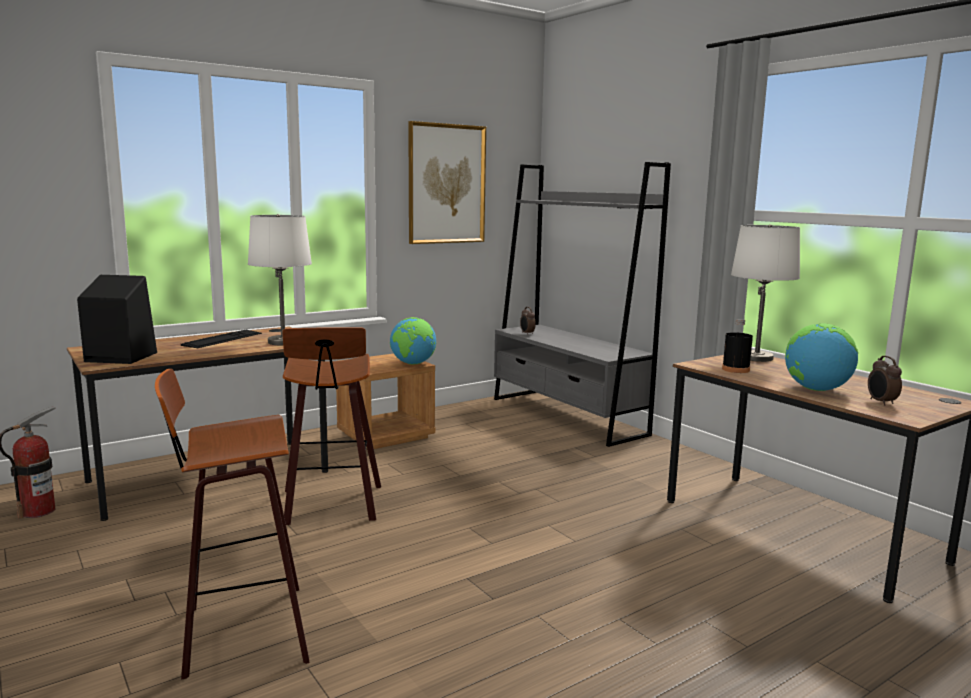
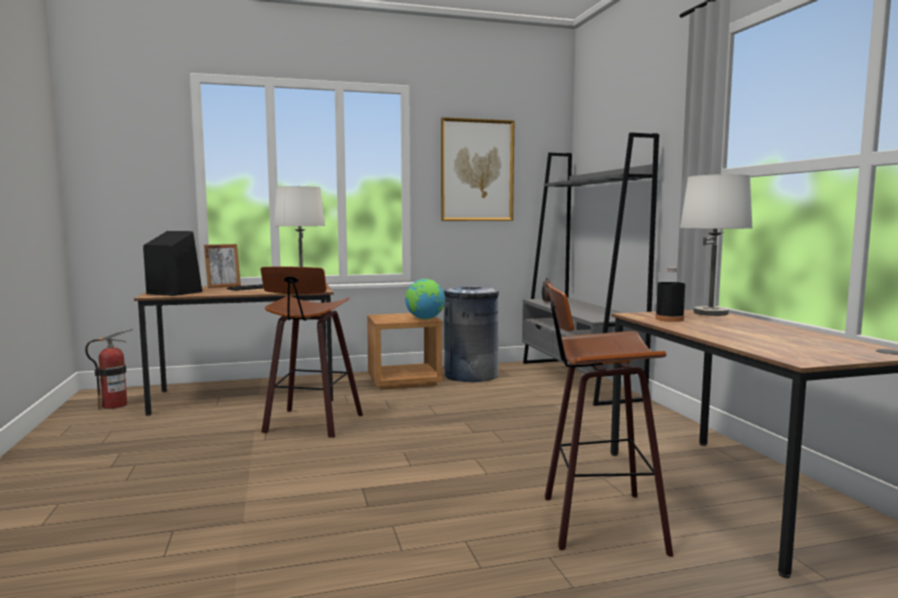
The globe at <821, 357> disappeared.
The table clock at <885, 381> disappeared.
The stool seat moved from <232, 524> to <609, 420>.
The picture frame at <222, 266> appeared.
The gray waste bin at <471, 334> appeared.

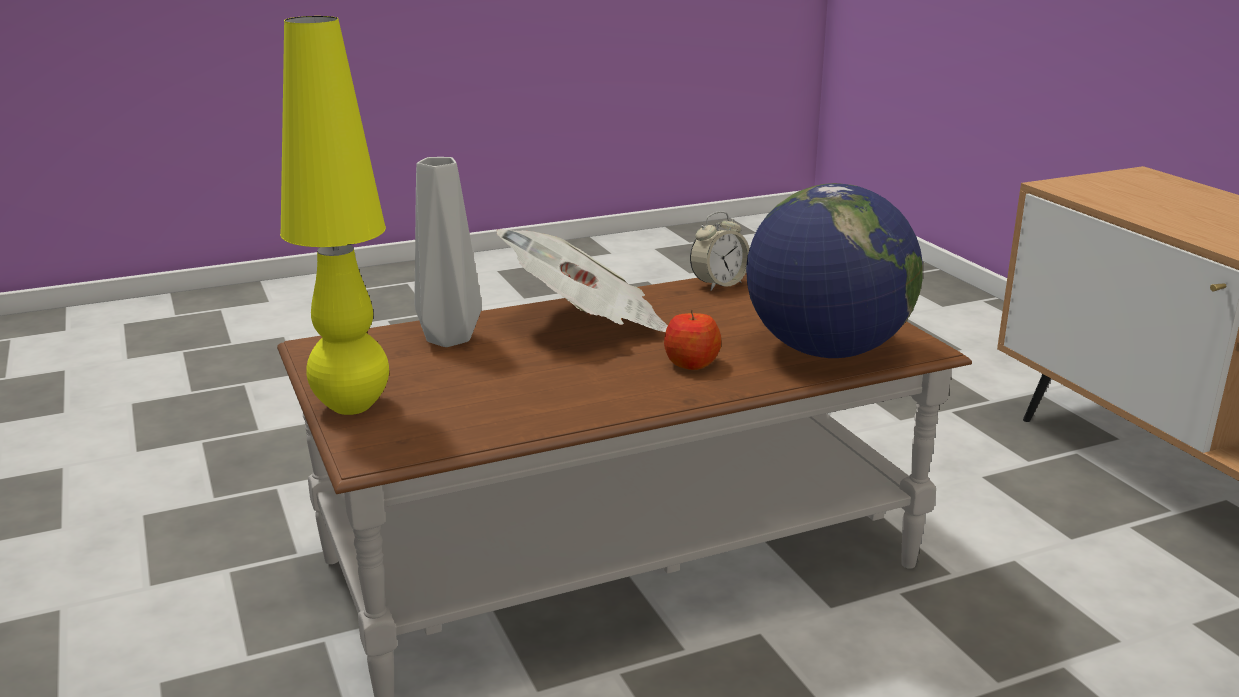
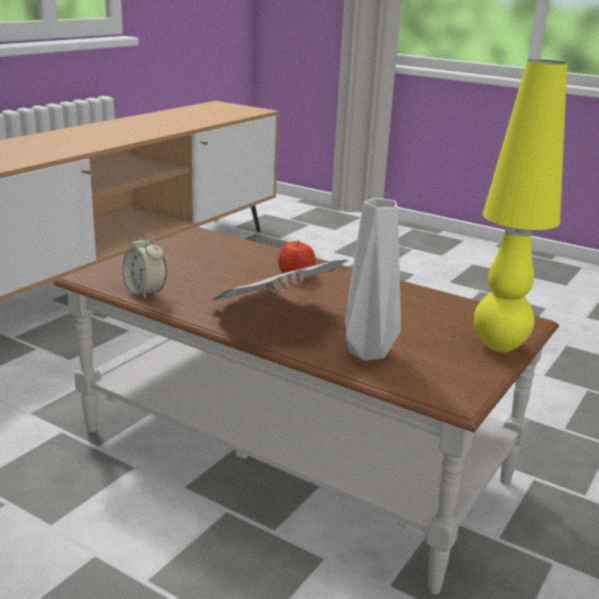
The globe at <834, 270> disappeared.
The table clock at <720, 251> turned 150 degrees counterclockwise.

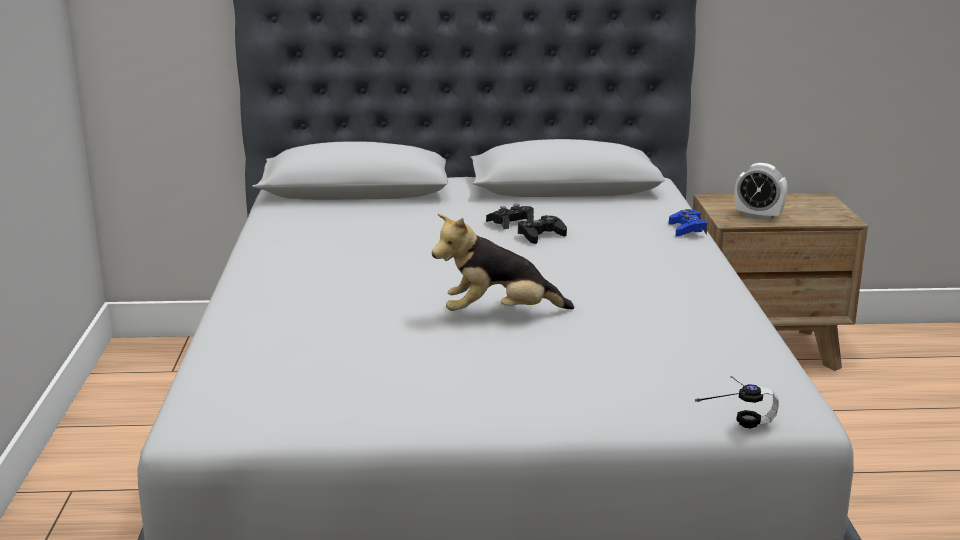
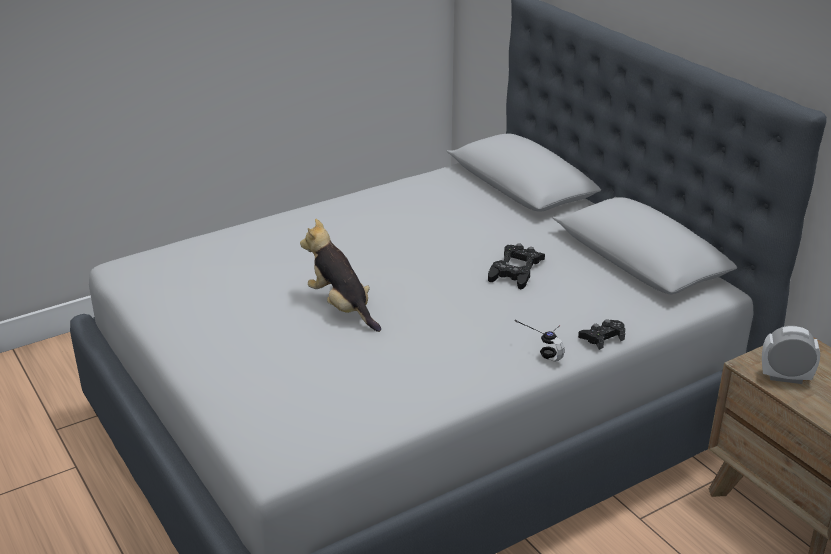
The table clock at <761, 192> turned 105 degrees clockwise.
The blue-coloured joypad at <688, 223> became the black joypad at <601, 334>.
The pair of headphones moved from <737, 402> to <539, 340>.

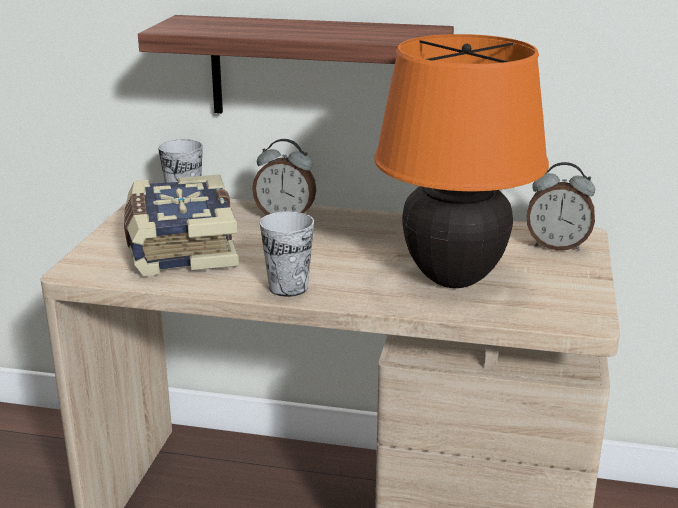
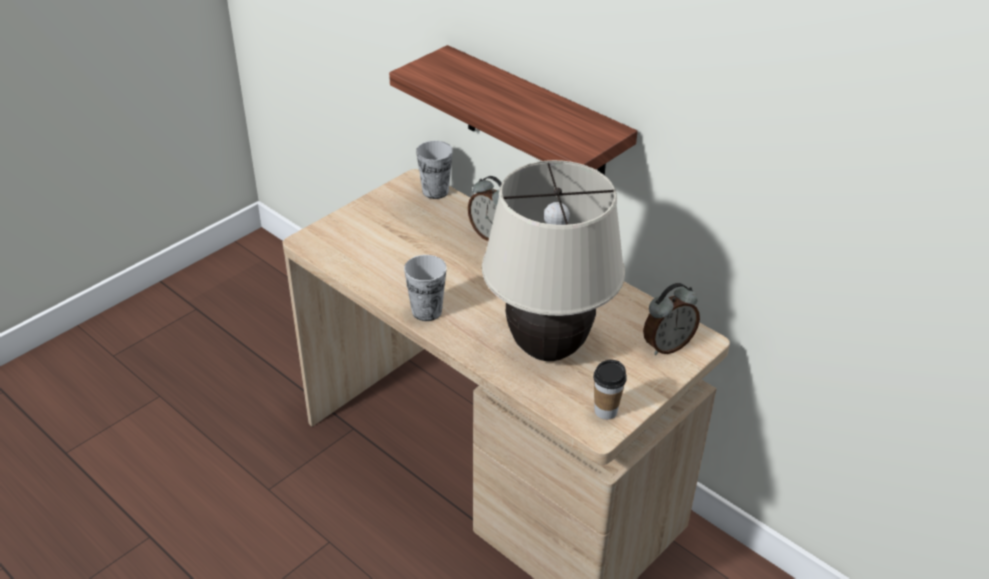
The orange-coloured tabletop lamp at <461, 161> became the beige-coloured tabletop lamp at <553, 260>.
The table clock at <560, 206> turned 75 degrees counterclockwise.
The bound book at <181, 225> disappeared.
The drinking cup at <610, 390> appeared.

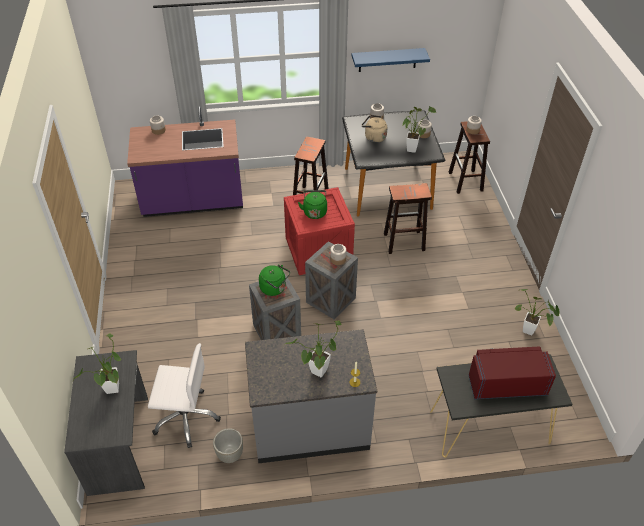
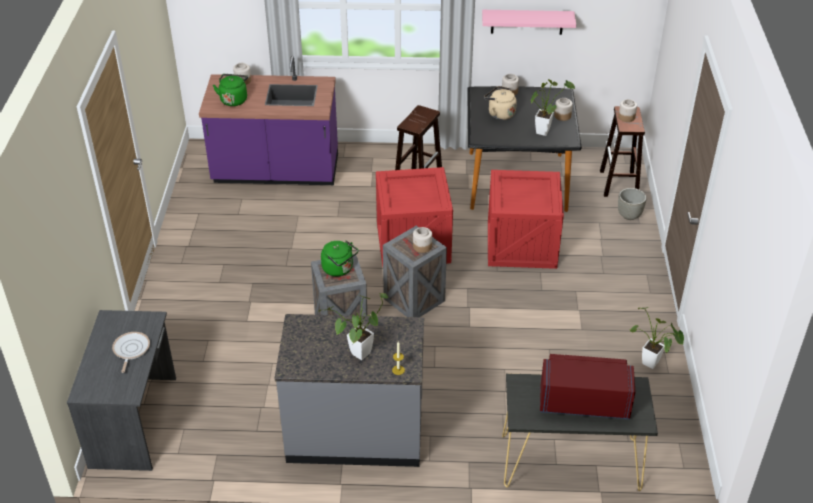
The blue-coloured wall shelf at <391, 60> became the pink-coloured wall shelf at <529, 22>.
The brownish stool seat at <408, 218> was replaced by the shipping crate at <526, 219>.
The green-coloured kettle moved from <312, 204> to <230, 90>.
The houseplant at <97, 363> was replaced by the pan at <131, 352>.
The white office chair at <184, 395> disappeared.
The gray planter moved from <228, 445> to <632, 204>.

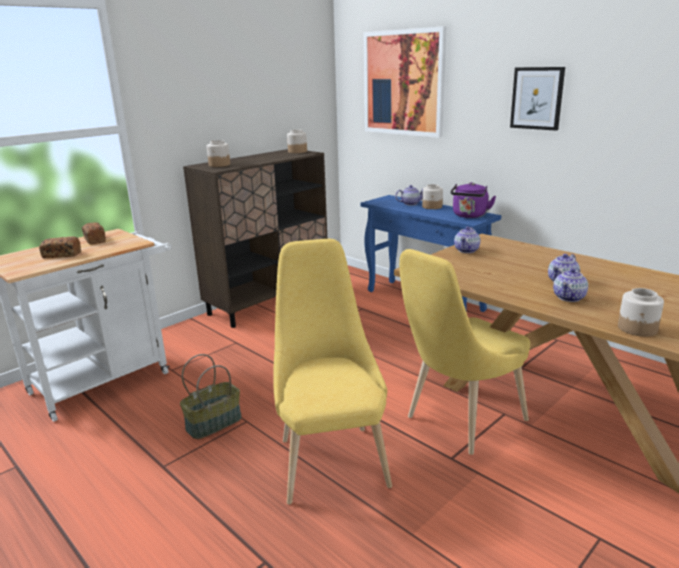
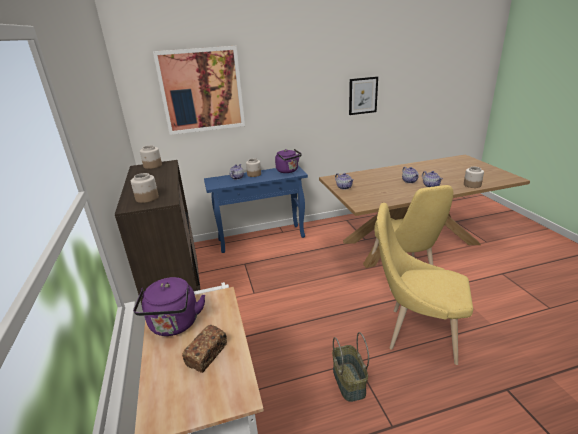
The wall art moved from <537, 99> to <363, 95>.
The bread at <94, 233> was replaced by the purplish kettle at <169, 306>.

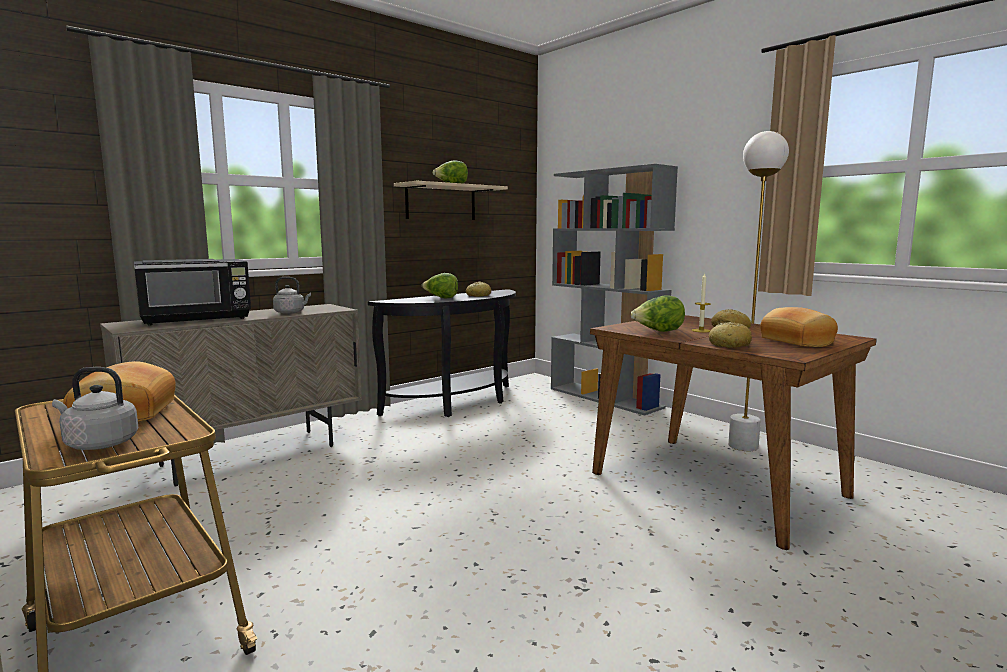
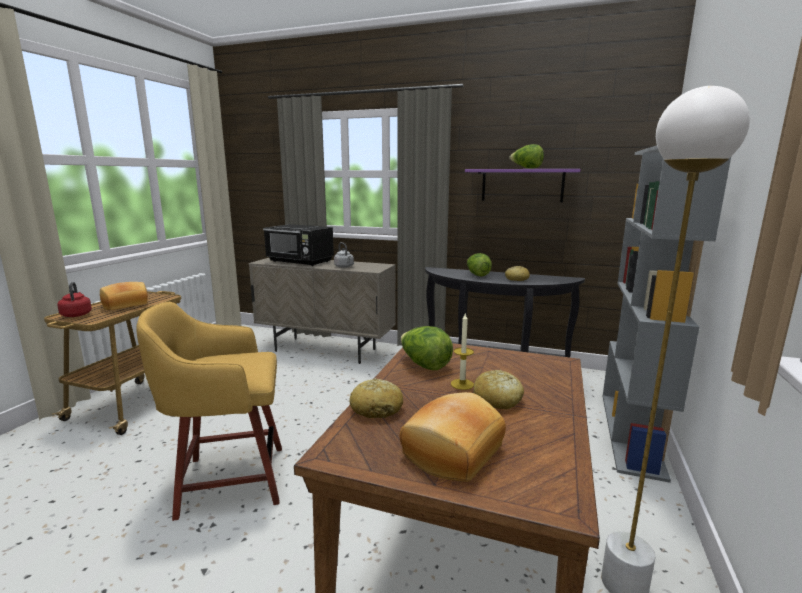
The beige-coloured wall shelf at <451, 200> became the purplish wall shelf at <522, 185>.
The gray kettle at <95, 408> became the red kettle at <74, 299>.
The yellow-coloured stool seat at <209, 411> appeared.

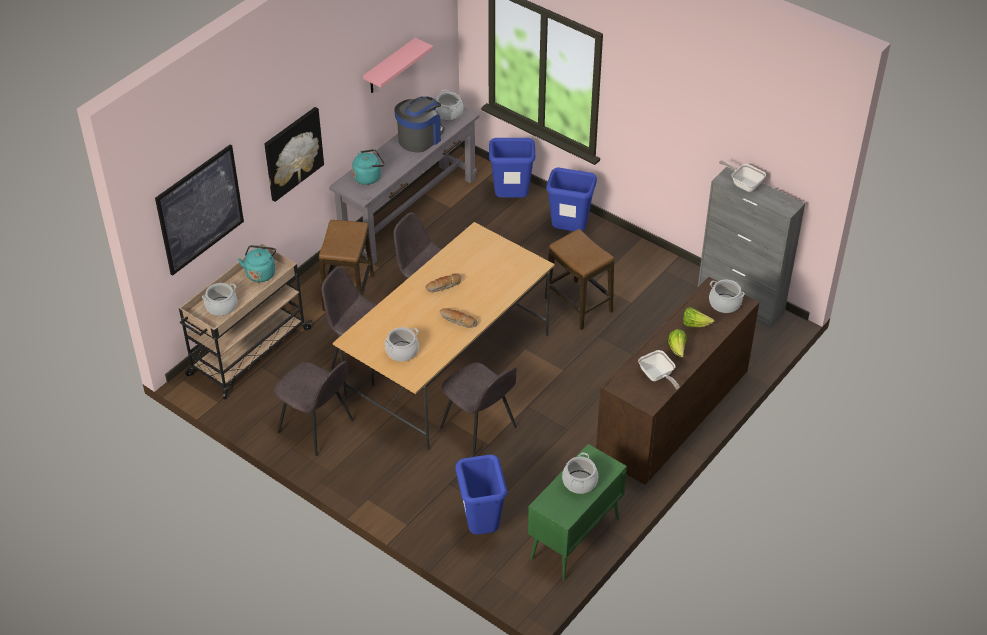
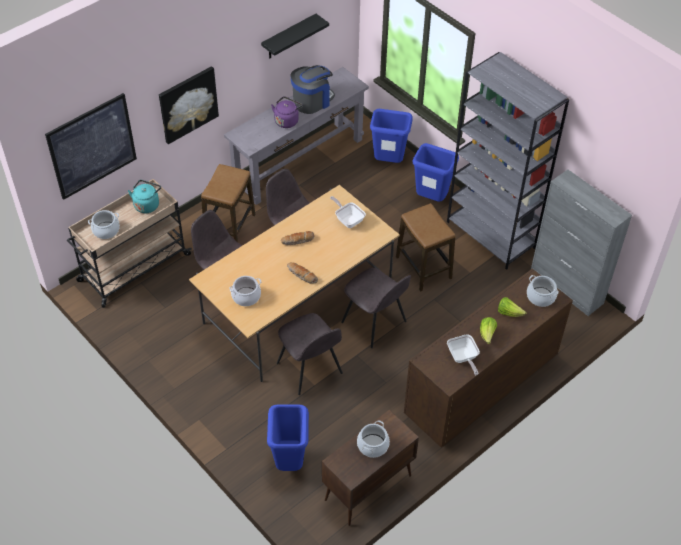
The pink-coloured wall shelf at <398, 65> became the black wall shelf at <295, 36>.
The cooking pot at <449, 105> disappeared.
The blue-green kettle at <368, 167> disappeared.
The pan moved from <742, 176> to <348, 212>.
The gray plain chair moved from <313, 408> to <376, 308>.
The green-coloured cabinet at <577, 512> became the brownish cabinet at <370, 468>.
The gray bookcase at <508, 161> appeared.
The purplish kettle at <286, 112> appeared.

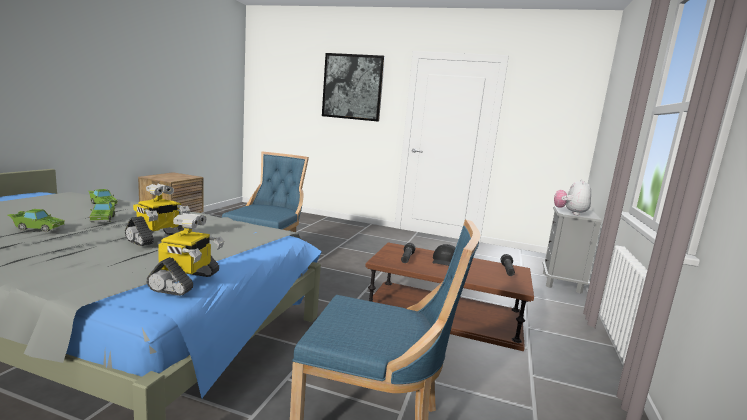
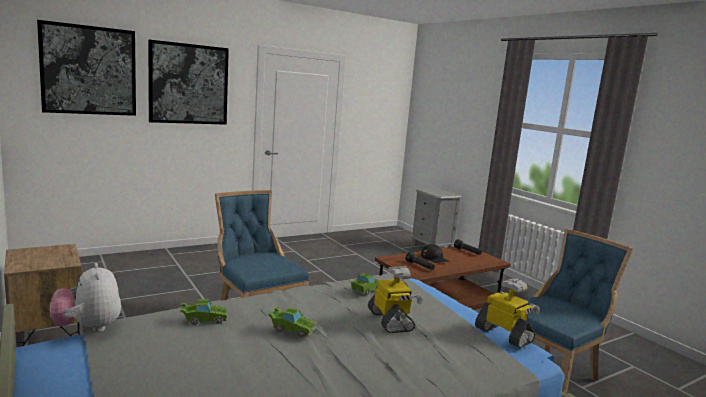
The plush toy moved from <572, 197> to <85, 297>.
The green-coloured miniature car moved from <36, 220> to <364, 284>.
The wall art at <86, 68> appeared.

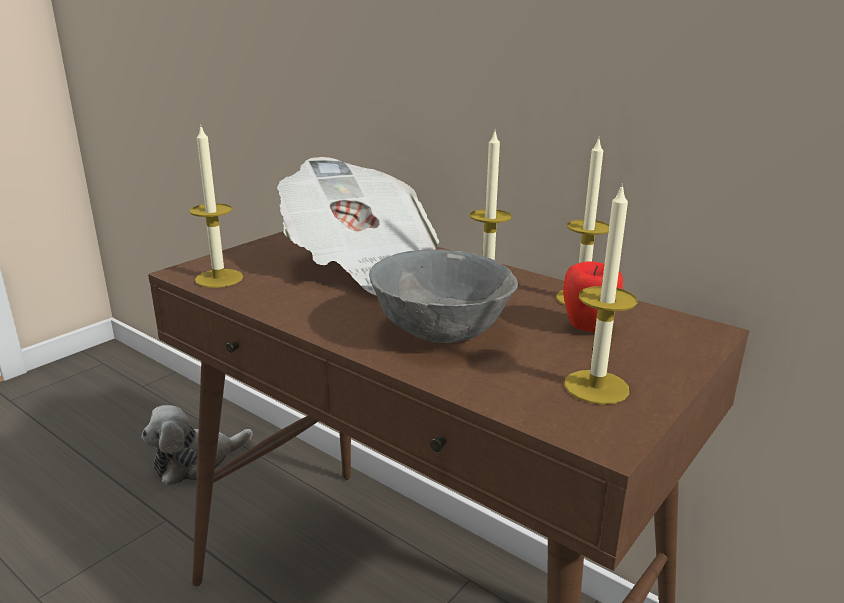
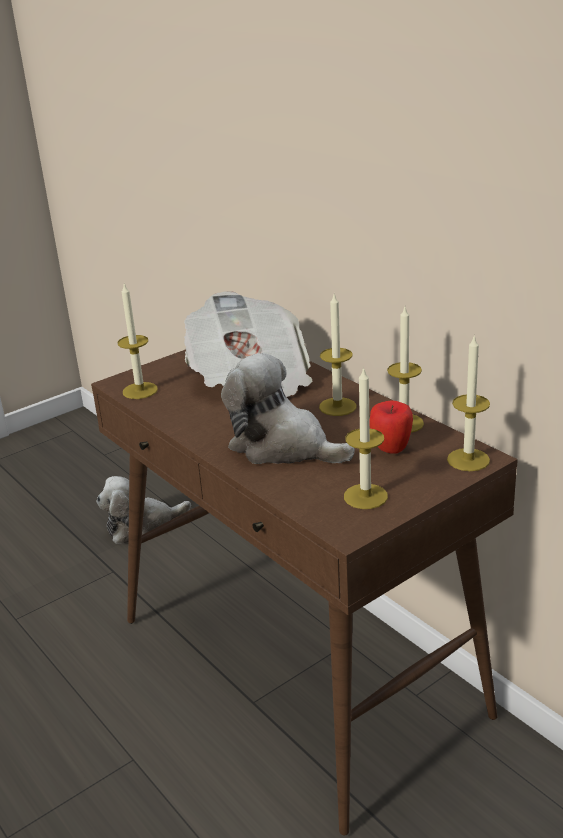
The gray serving bowl at <443, 296> was replaced by the plush toy at <288, 408>.
The wax candle at <468, 402> appeared.

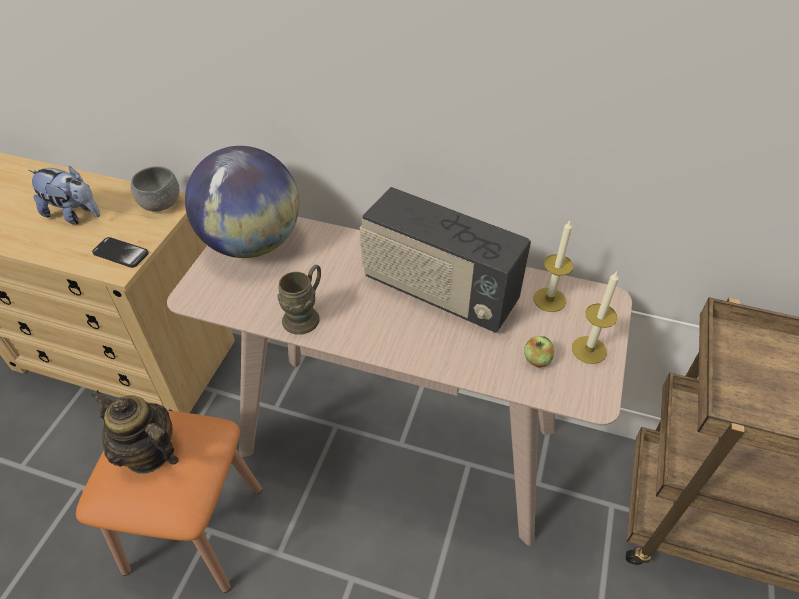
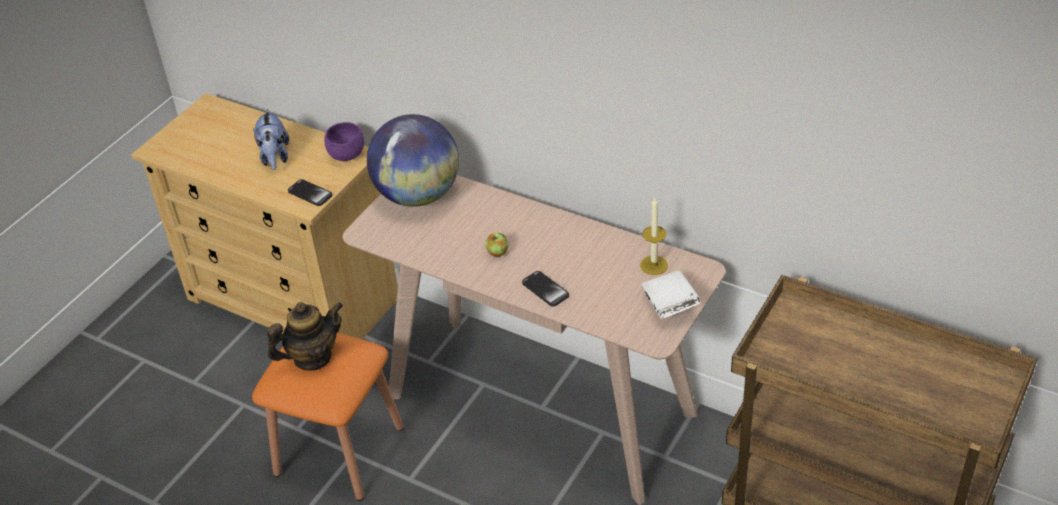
The plush toy at <64, 195> turned 45 degrees clockwise.
The gray serving bowl at <155, 189> became the purplish serving bowl at <344, 141>.
The radio at <445, 260> disappeared.
The brownish mug at <299, 300> disappeared.
The wax candle at <595, 317> was replaced by the white bound book at <671, 295>.
The apple moved from <539, 351> to <496, 245>.
The teapot at <135, 432> turned 105 degrees clockwise.
The phone at <545, 289> appeared.

